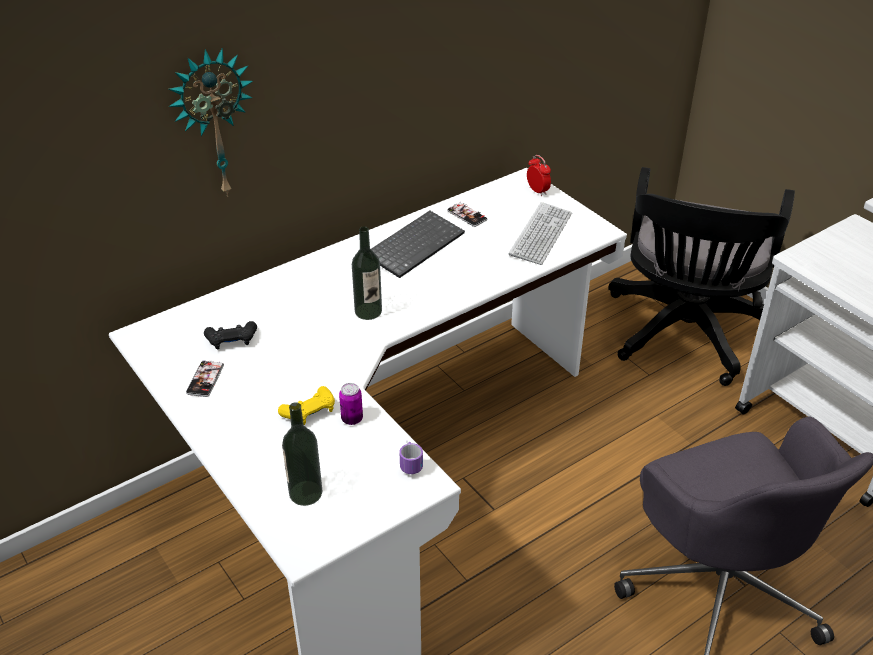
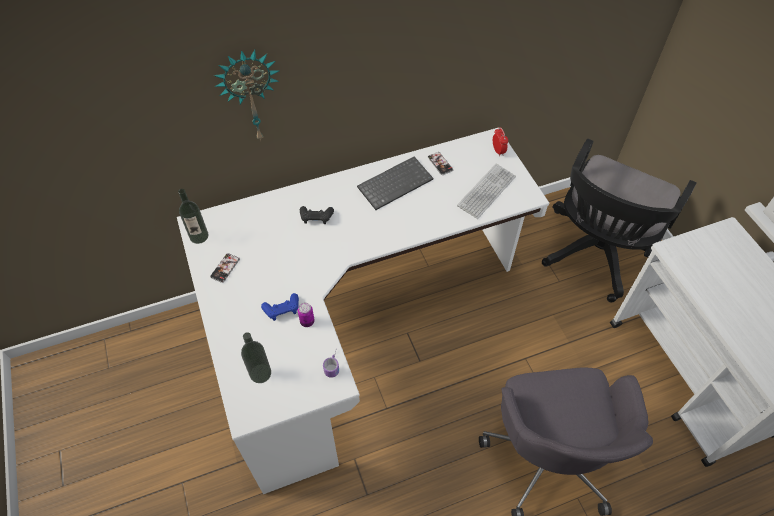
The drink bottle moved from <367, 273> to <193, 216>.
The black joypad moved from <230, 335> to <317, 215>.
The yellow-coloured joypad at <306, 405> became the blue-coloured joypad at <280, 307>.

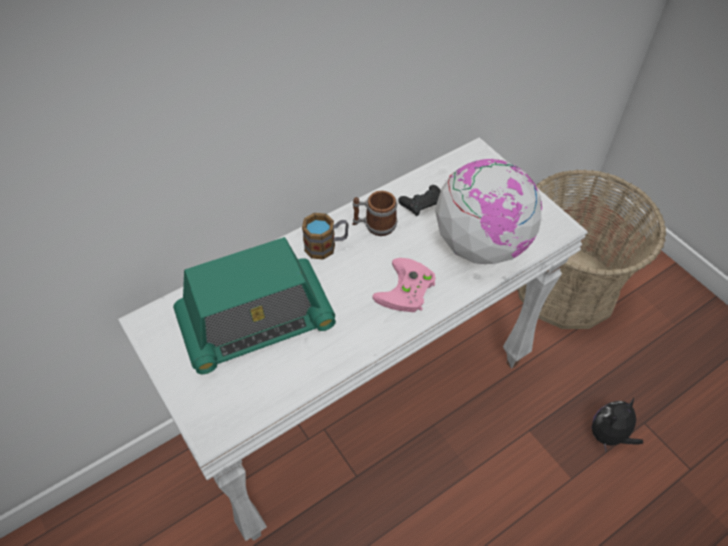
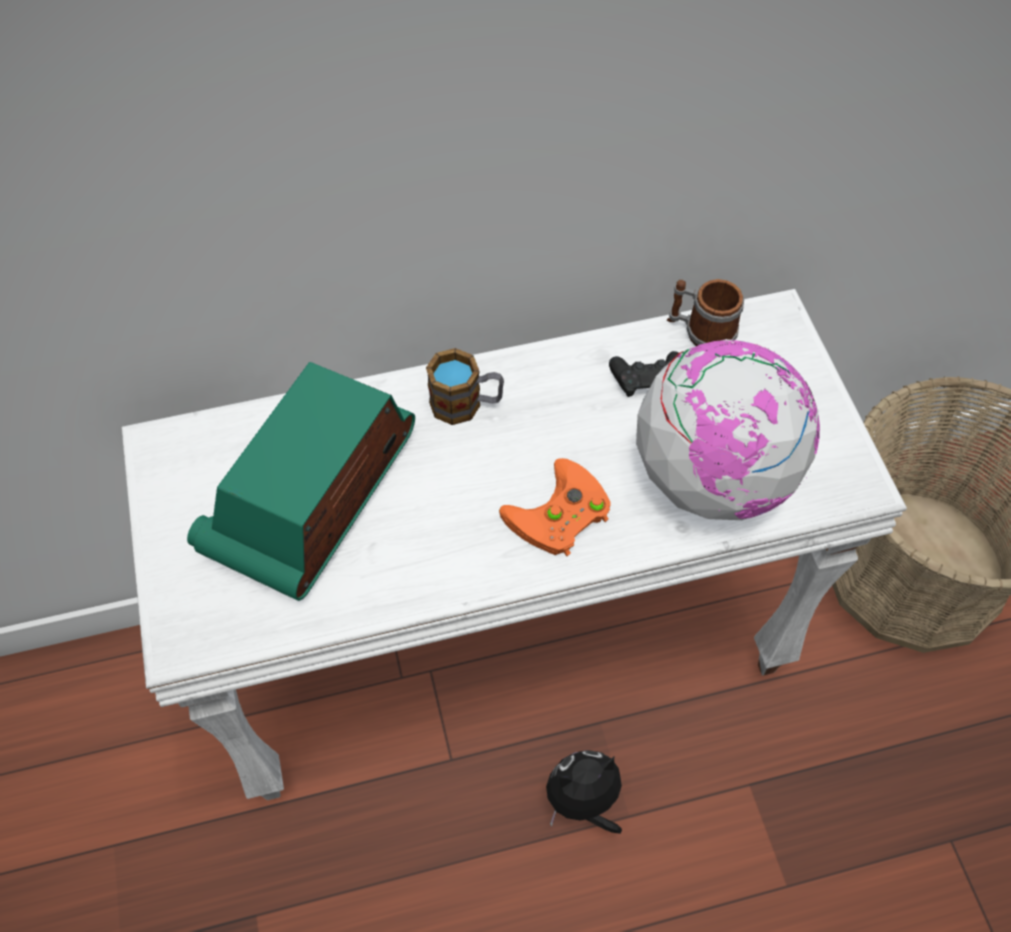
The mug moved from <374, 213> to <705, 312>.
The radio at <254, 305> turned 120 degrees clockwise.
The pink-coloured joypad at <404, 285> became the orange-coloured joypad at <555, 507>.
The plush toy moved from <617, 425> to <584, 792>.

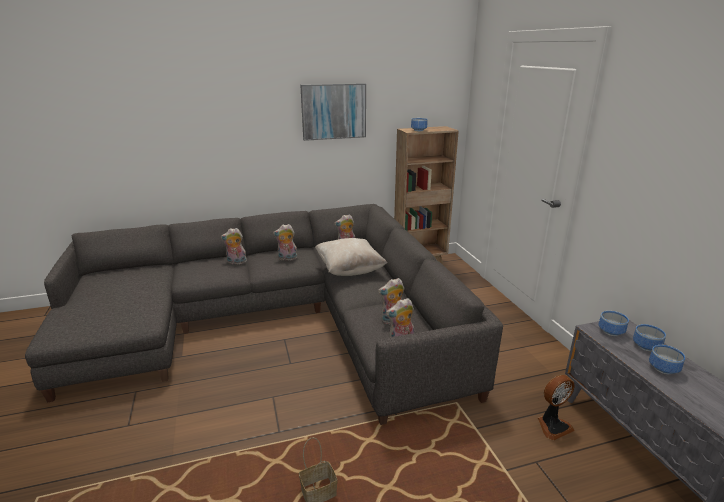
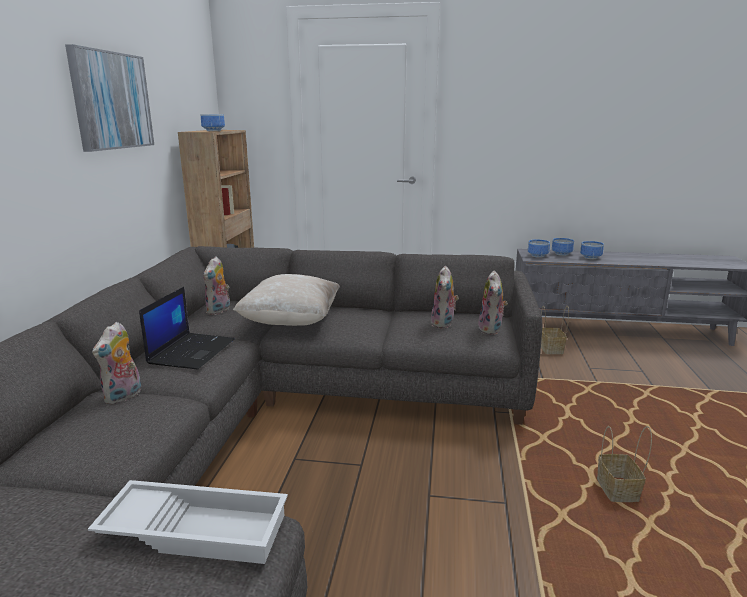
The plush toy at <285, 242> was replaced by the portable computer at <187, 328>.
The electric fan at <556, 408> was replaced by the household basket at <555, 330>.
The white carrying tray at <188, 522> appeared.

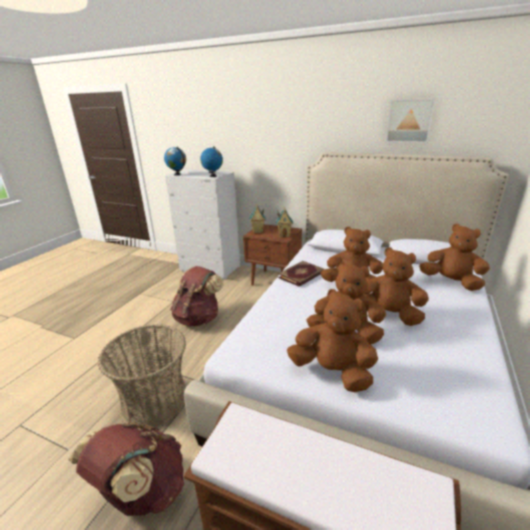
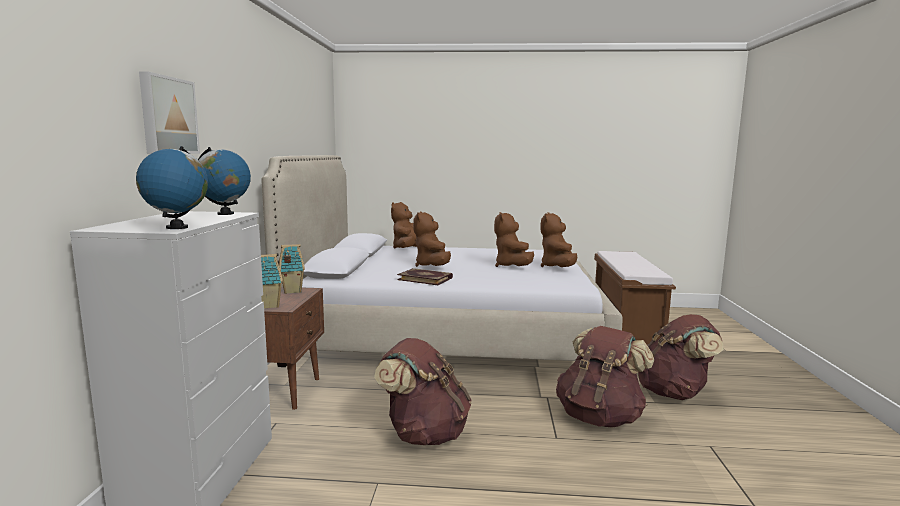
The wall art moved from <410, 120> to <169, 113>.
The brownish plush toy at <396, 286> disappeared.
The household basket at <142, 375> was replaced by the brownish backpack at <605, 377>.

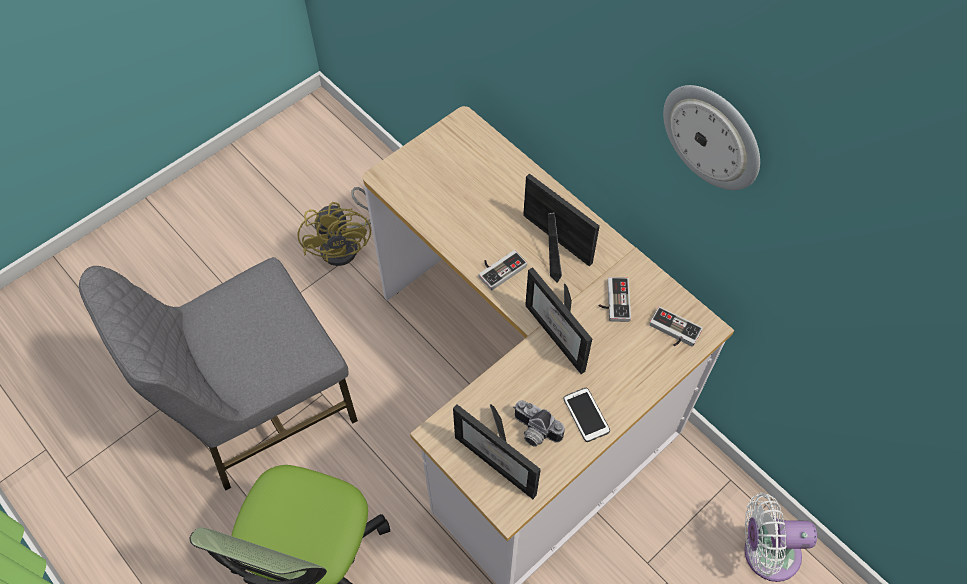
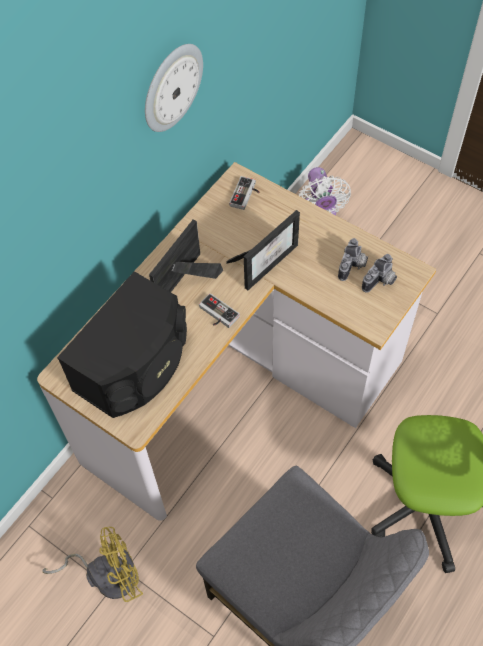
The joypad at <615, 299> disappeared.
The phone at <586, 415> disappeared.
The picture frame at <497, 451> was replaced by the still camera at <379, 273>.
The black loudspeaker at <122, 344> appeared.

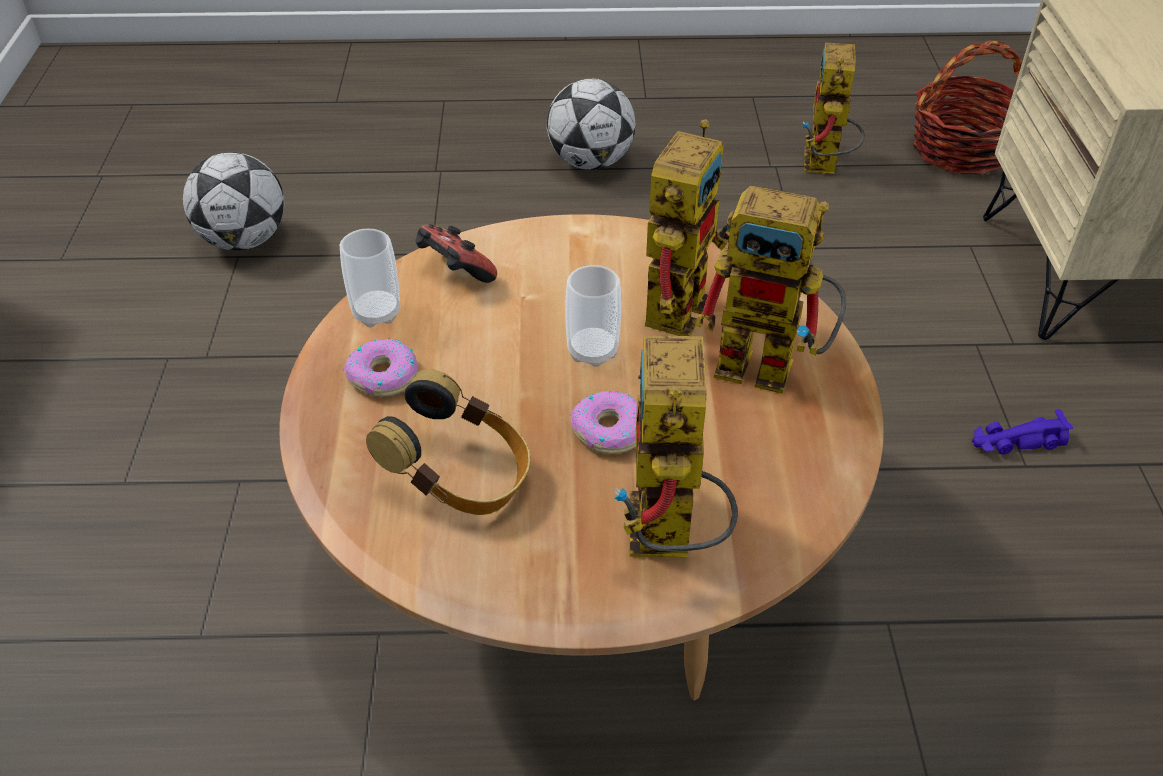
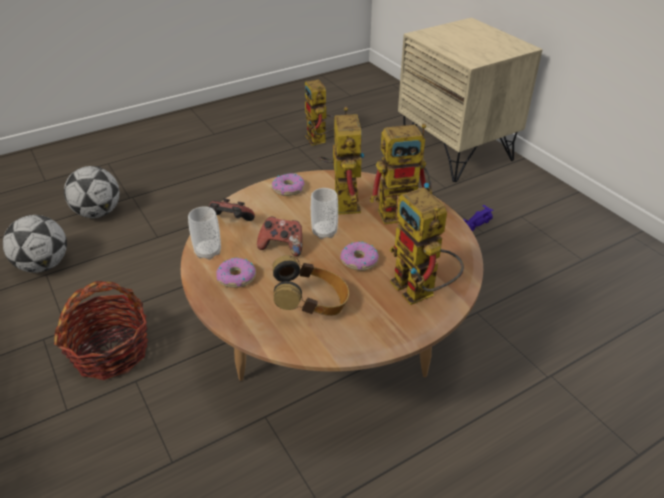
The household basket moved from <967, 108> to <101, 330>.
The football moved from <591, 124> to <92, 192>.
The donut at <288, 184> appeared.
The joypad at <279, 237> appeared.

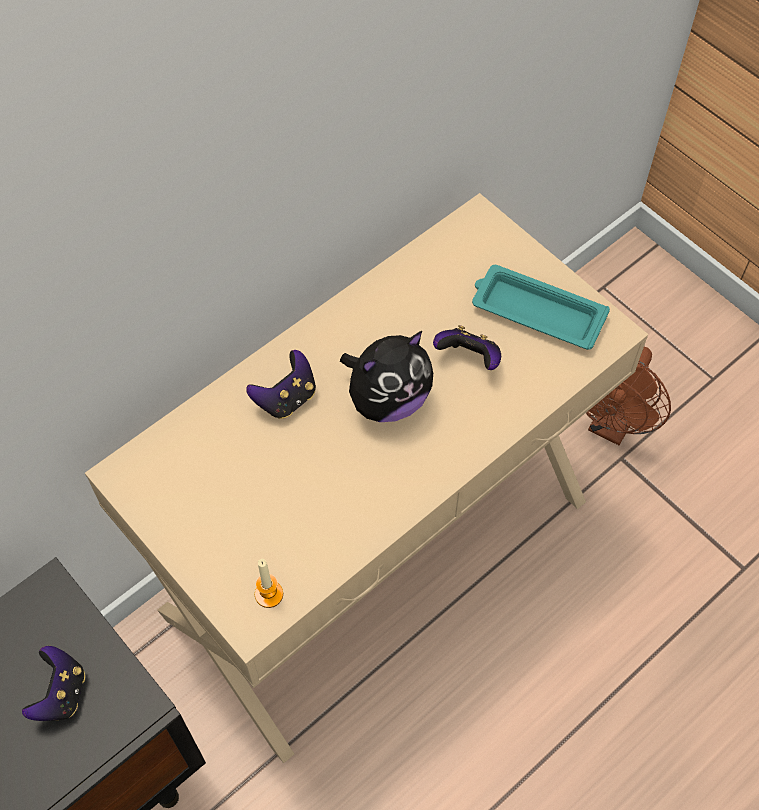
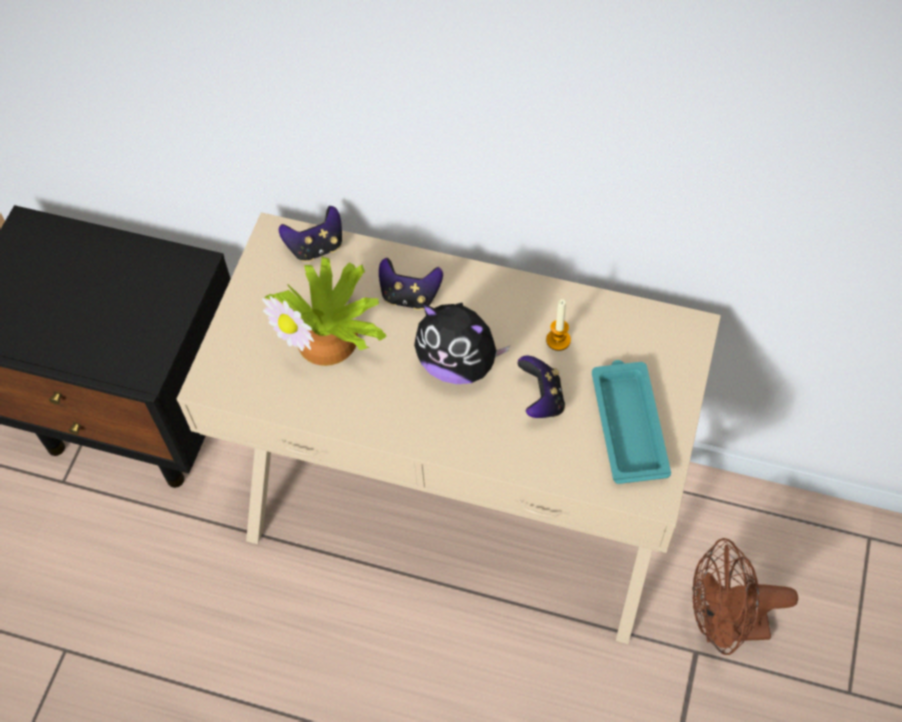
The wax candle moved from <269, 583> to <558, 325>.
The joypad moved from <53, 683> to <310, 234>.
The houseplant at <324, 311> appeared.

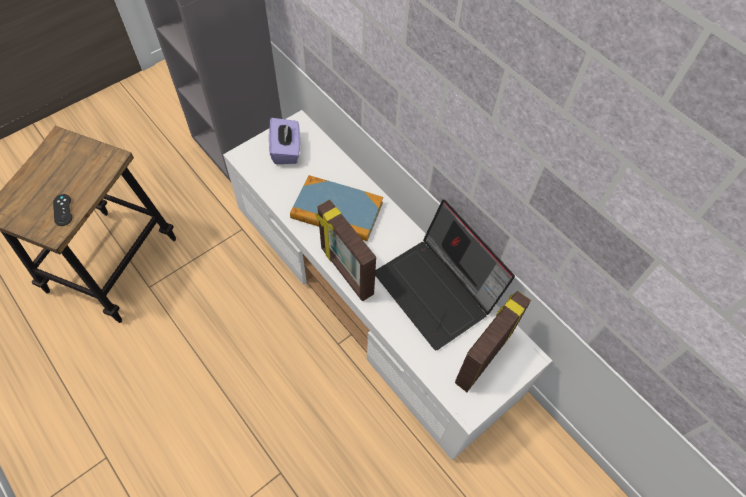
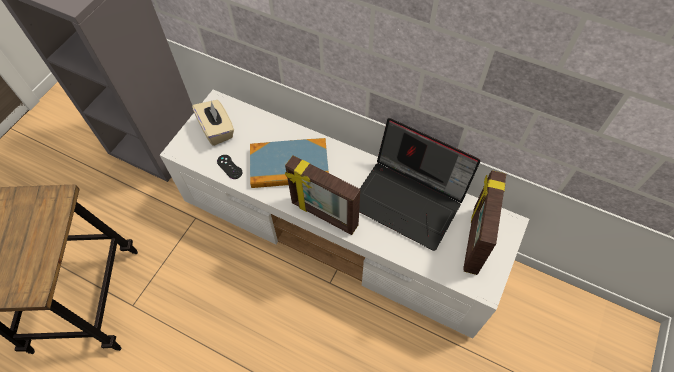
The purplish box of tissues at <284, 141> became the beige-coloured box of tissues at <213, 123>.
The black joypad moved from <62, 210> to <229, 167>.

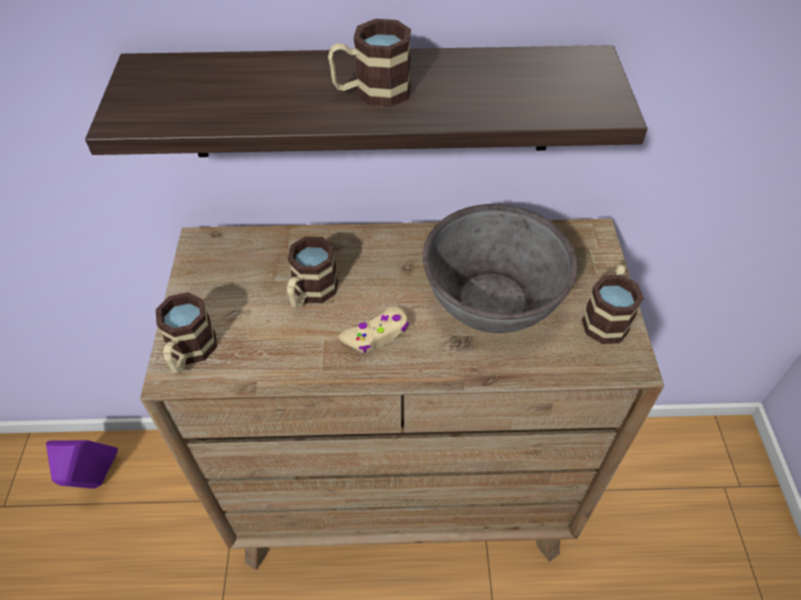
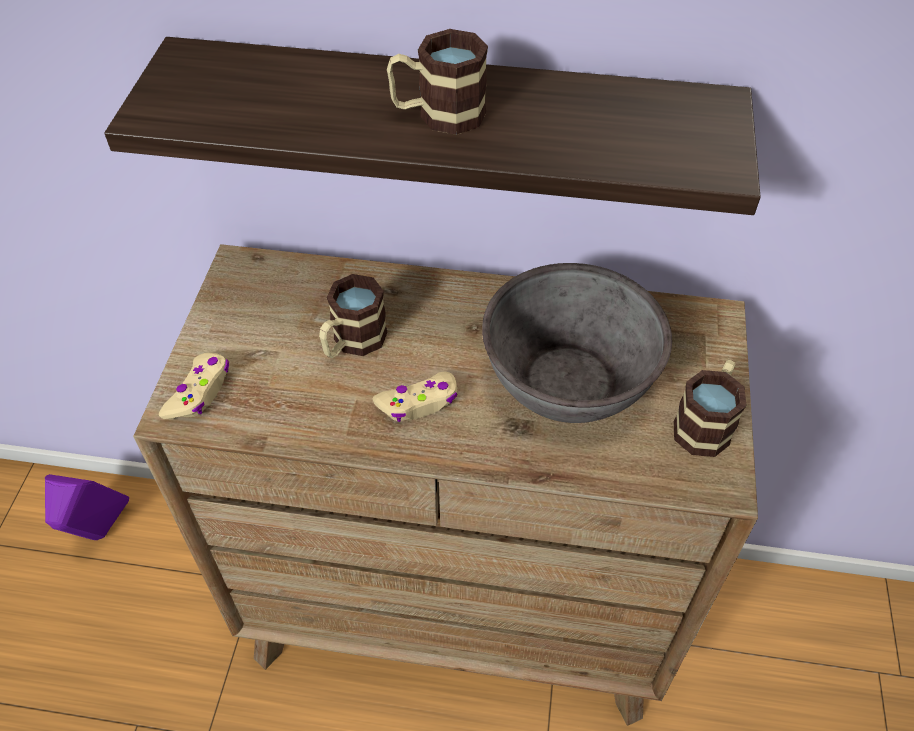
The mug at <186, 333> was replaced by the beige-coloured joypad at <194, 386>.

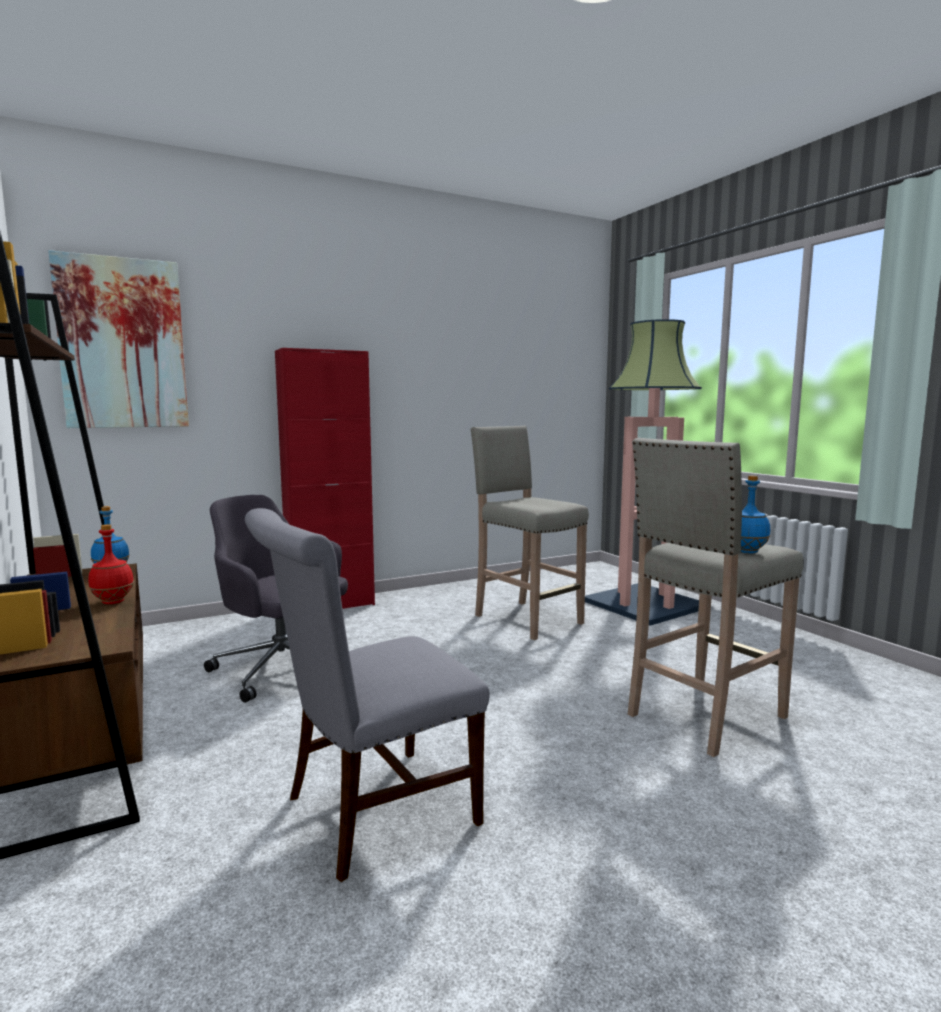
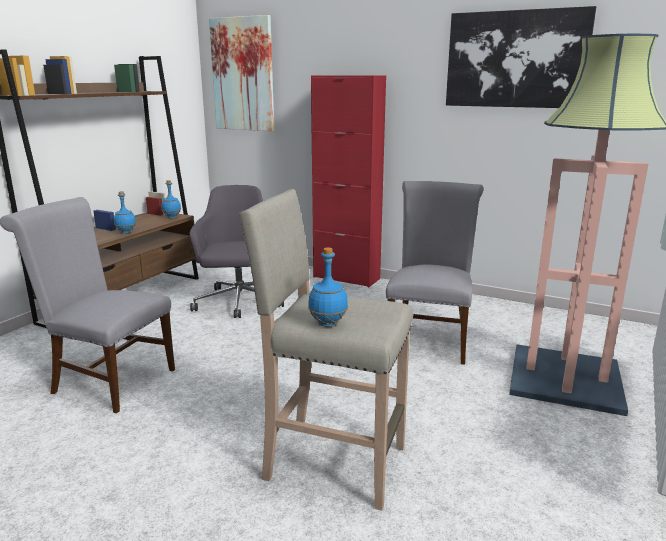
The beige-coloured stool seat at <529, 533> was replaced by the gray plain chair at <434, 273>.
The red drink bottle at <111, 564> became the blue-coloured drink bottle at <125, 212>.
The wall art at <521, 57> appeared.

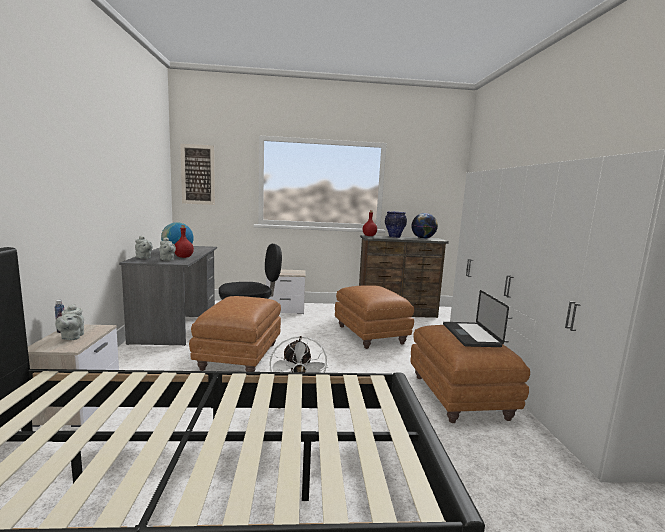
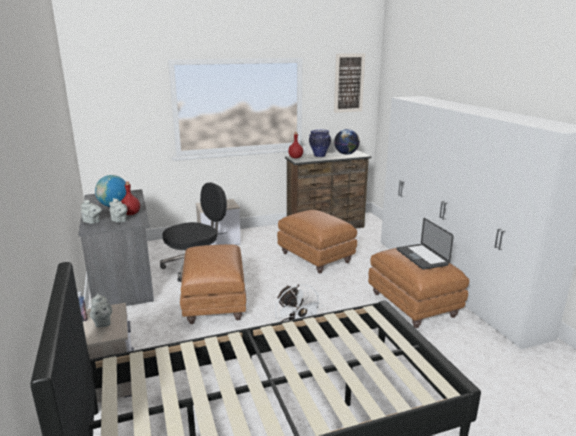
The wall art moved from <197, 174> to <349, 83>.

